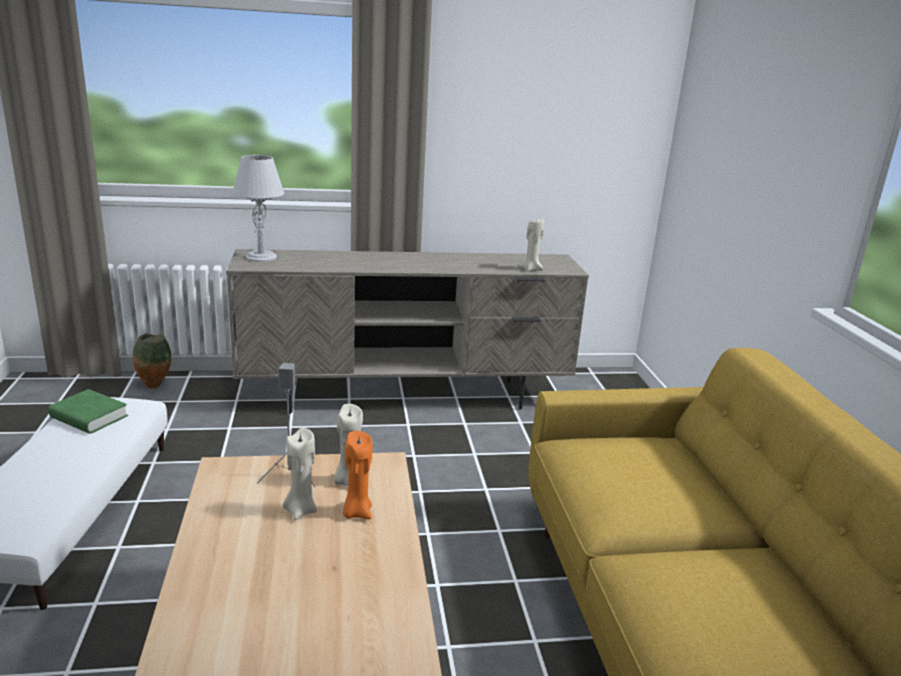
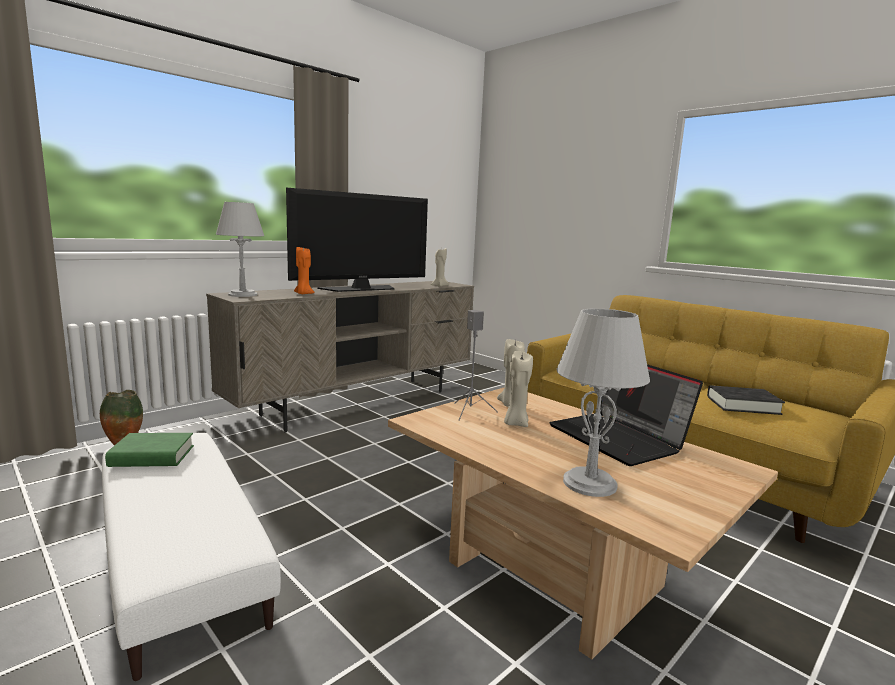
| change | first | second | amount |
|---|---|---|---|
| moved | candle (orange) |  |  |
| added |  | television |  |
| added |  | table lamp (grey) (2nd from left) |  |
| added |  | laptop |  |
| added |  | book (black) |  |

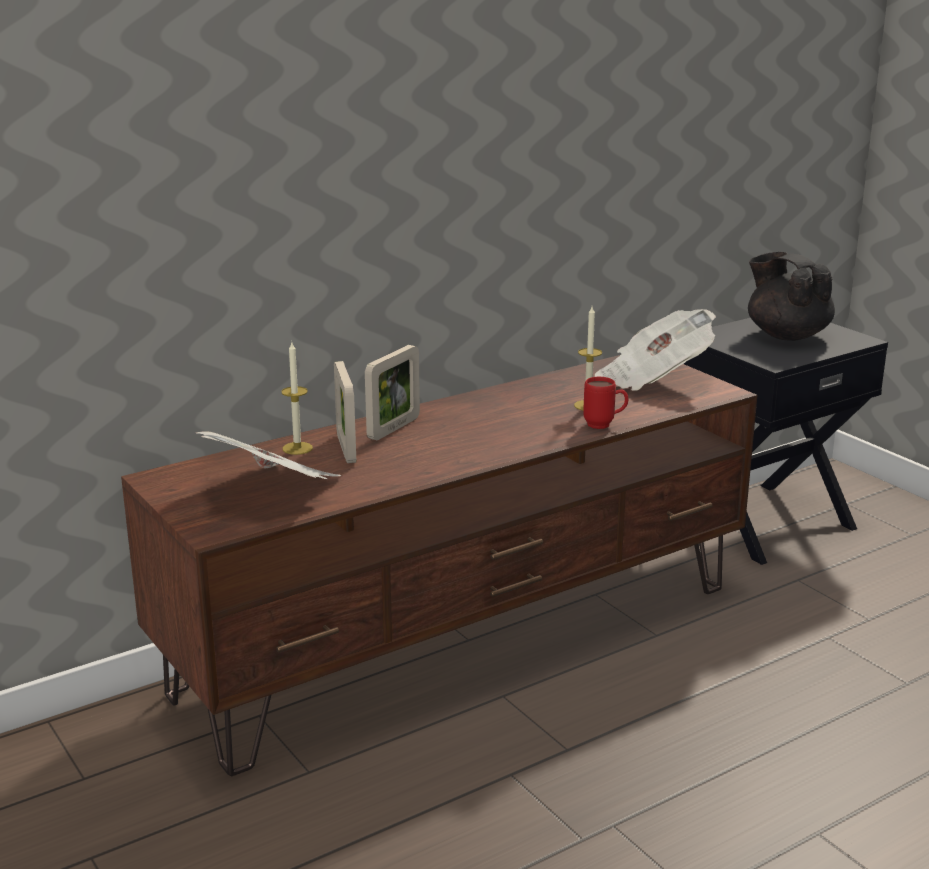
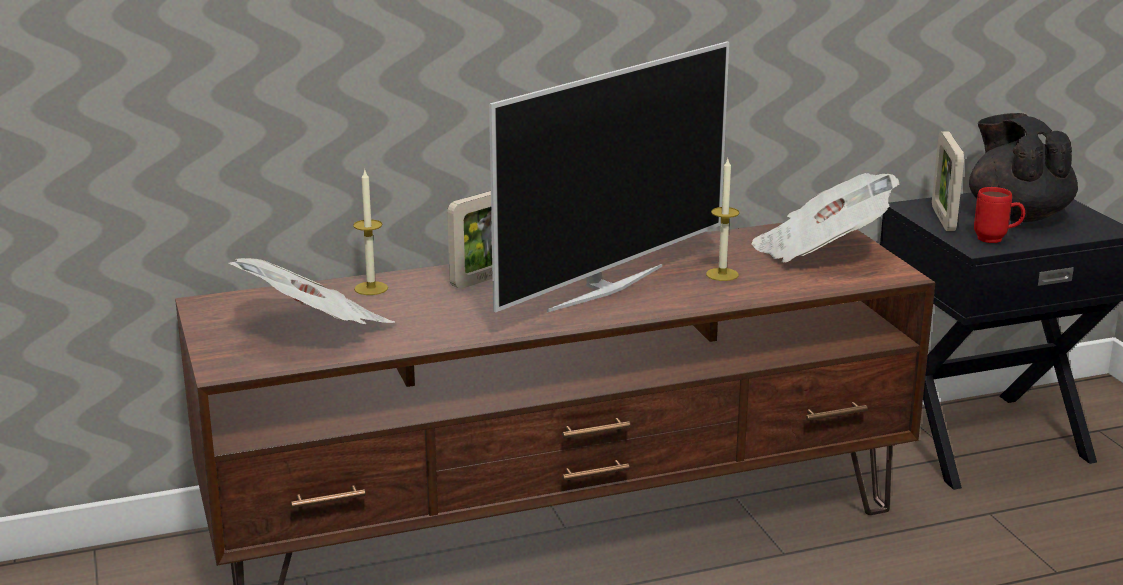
| change | first | second | amount |
|---|---|---|---|
| moved | picture frame (1st from left in the first image) | picture frame (2nd from left) |  |
| moved | mug (red) |  |  |
| added |  | television |  |

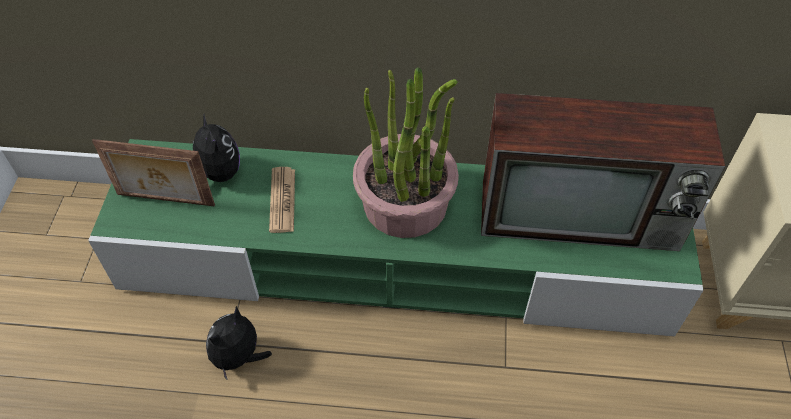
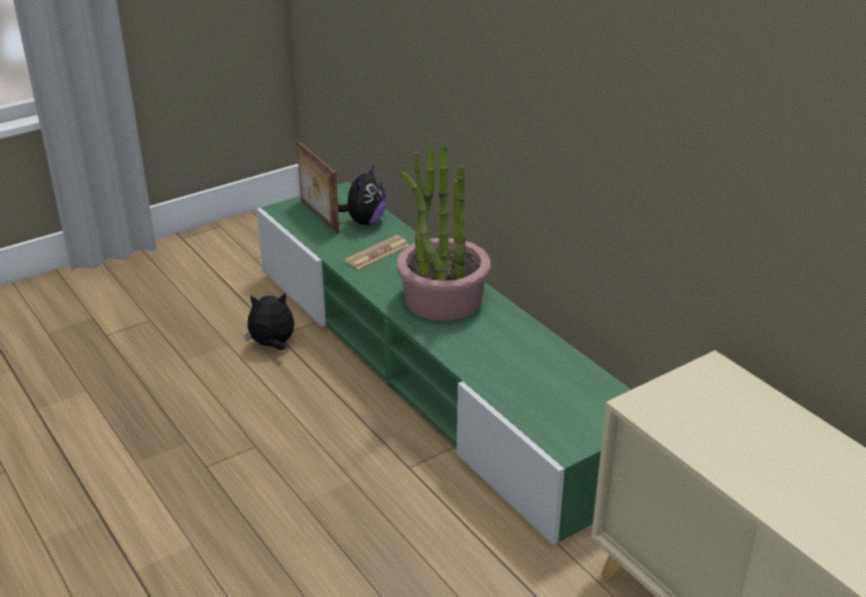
| change | first | second | amount |
|---|---|---|---|
| removed | television |  |  |

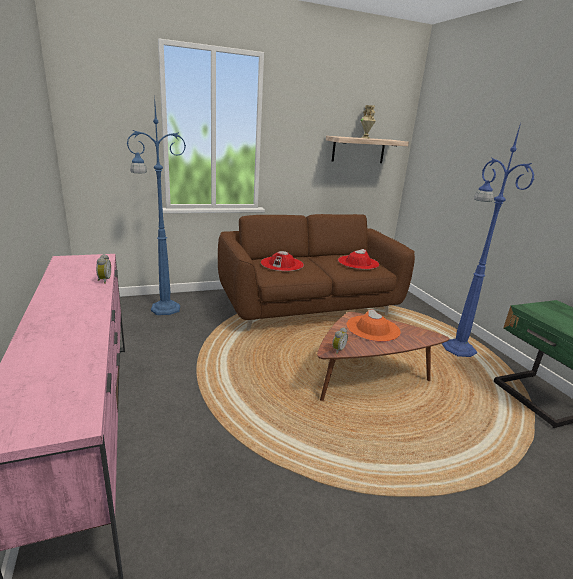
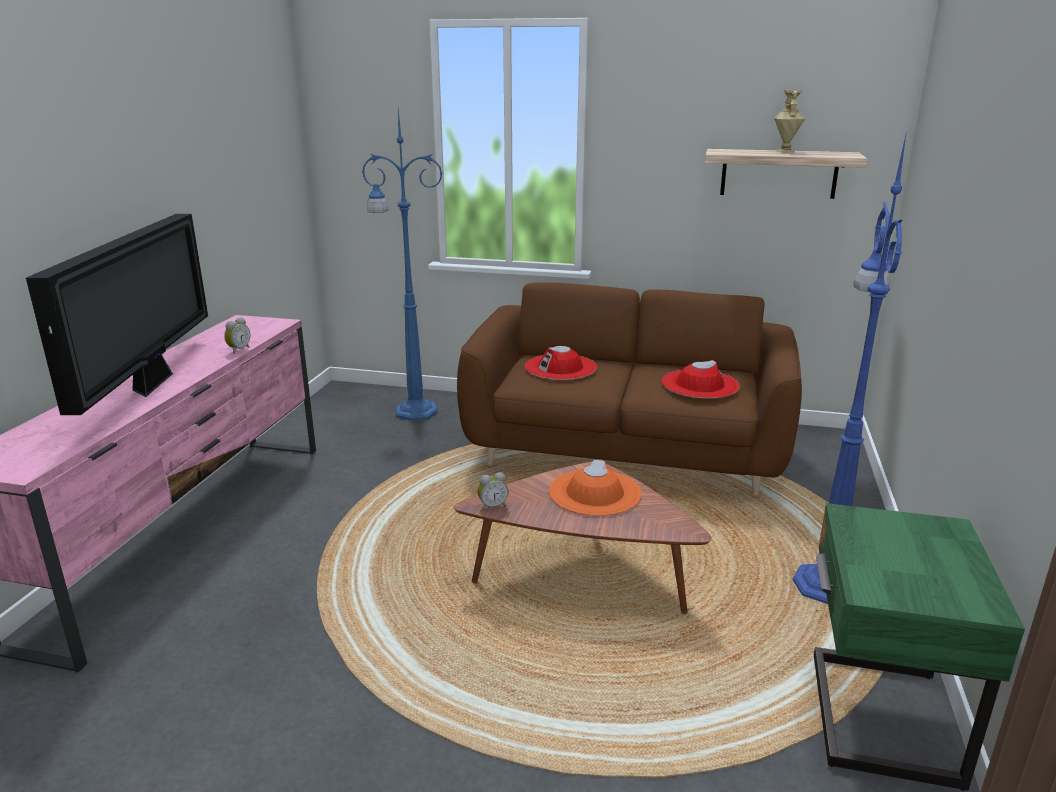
| change | first | second | amount |
|---|---|---|---|
| added |  | television |  |

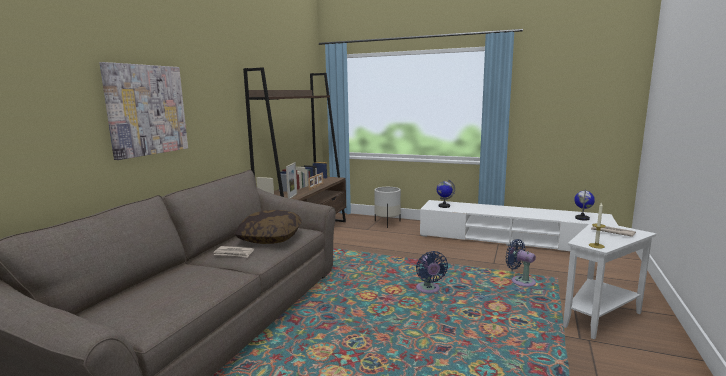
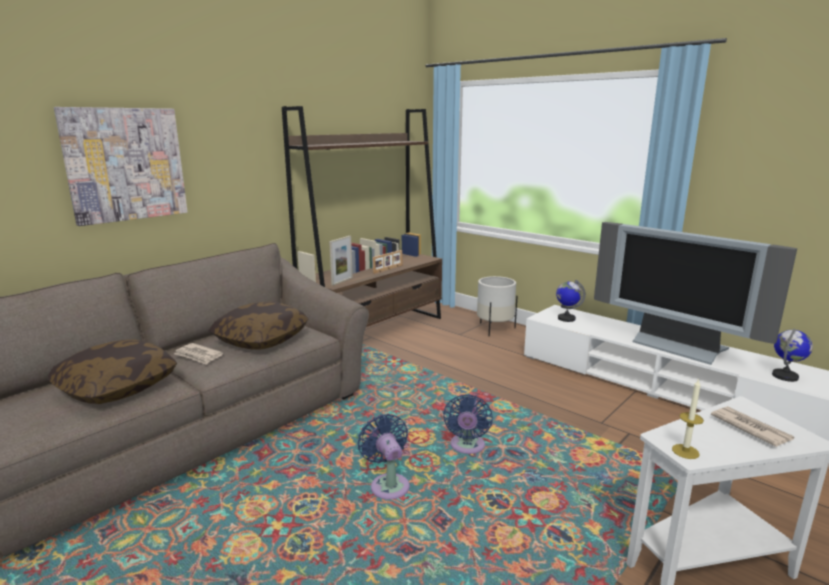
| change | first | second | amount |
|---|---|---|---|
| moved | fan (blue) (2nd from left in the first image) | fan (blue) (1st from left) |  |
| added |  | television |  |
| added |  | pillow (1st from left) |  |

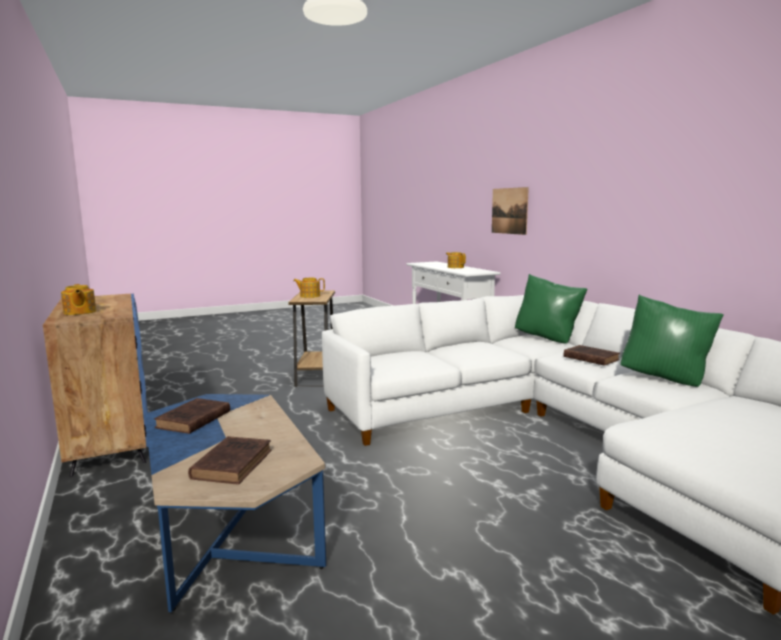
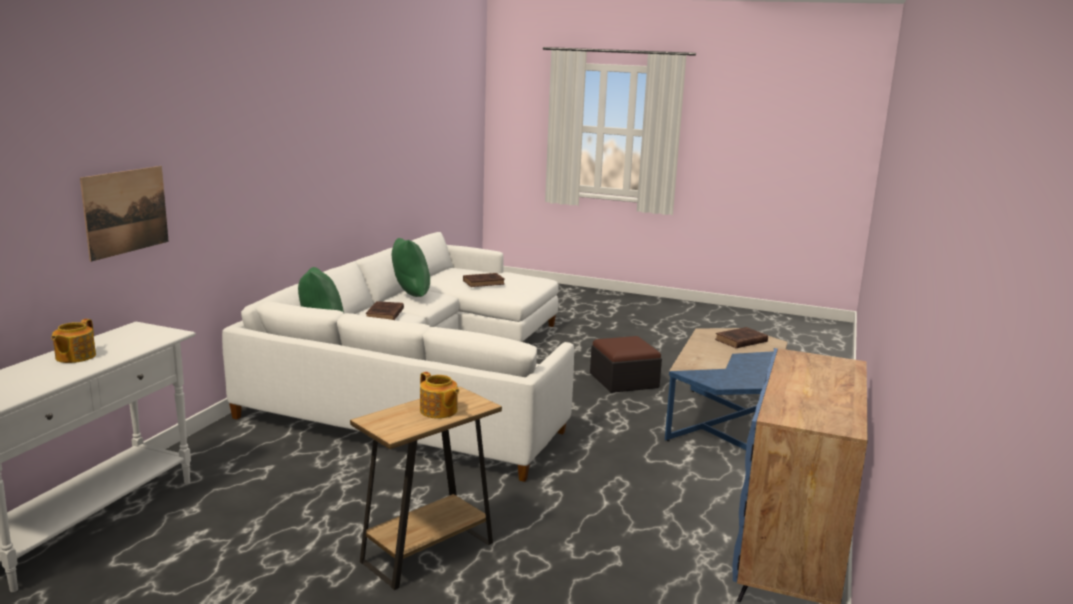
| change | first | second | amount |
|---|---|---|---|
| removed | teapot (1st from left) |  |  |
| moved | book (brown) (1st from left in the first image) | book (brown) (2nd from left) |  |
| added |  | ottoman |  |

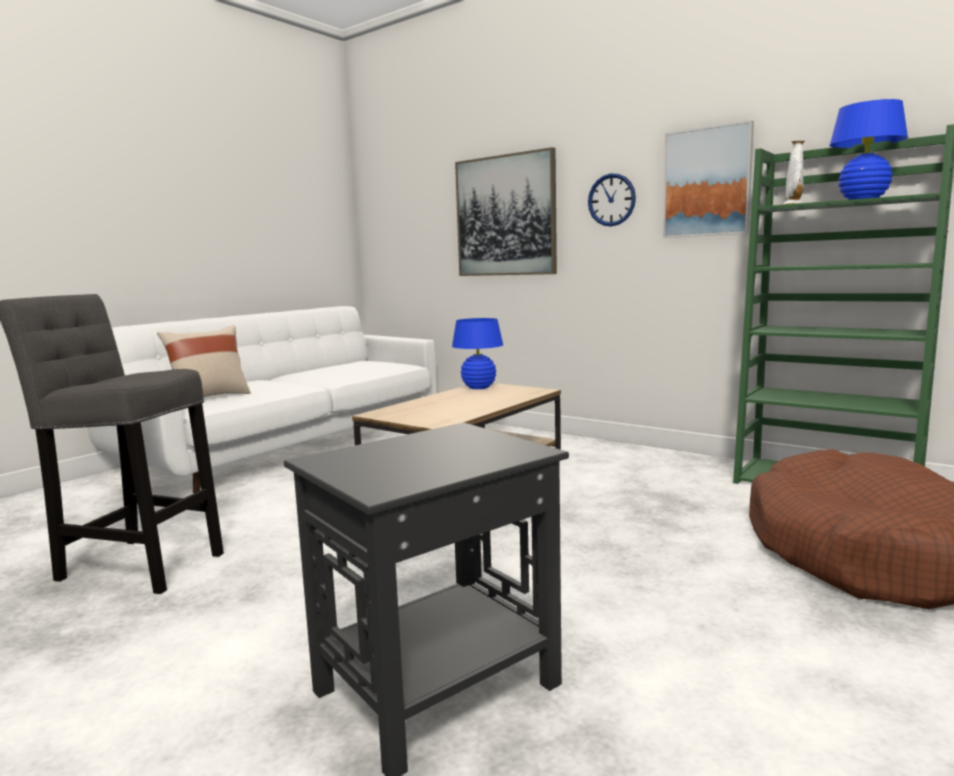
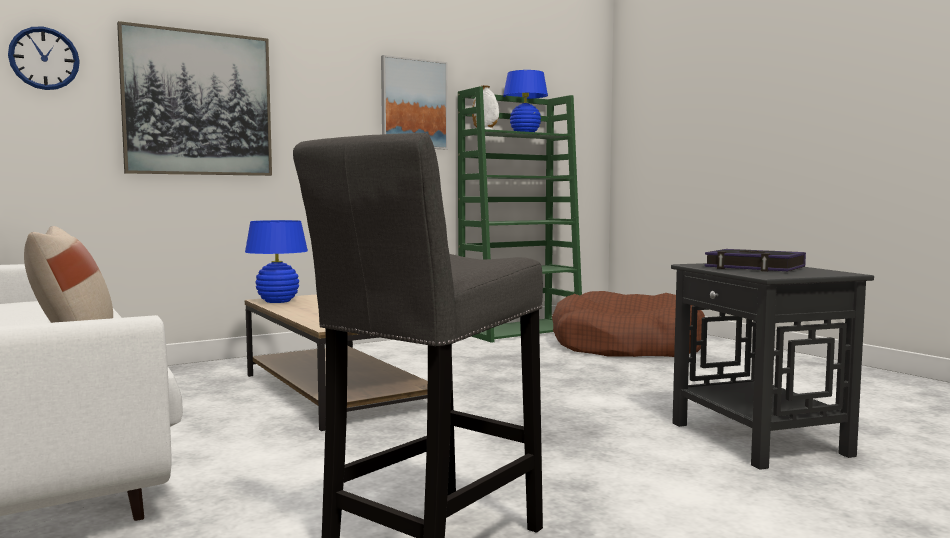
| change | first | second | amount |
|---|---|---|---|
| moved | wall clock |  |  |
| added |  | book |  |

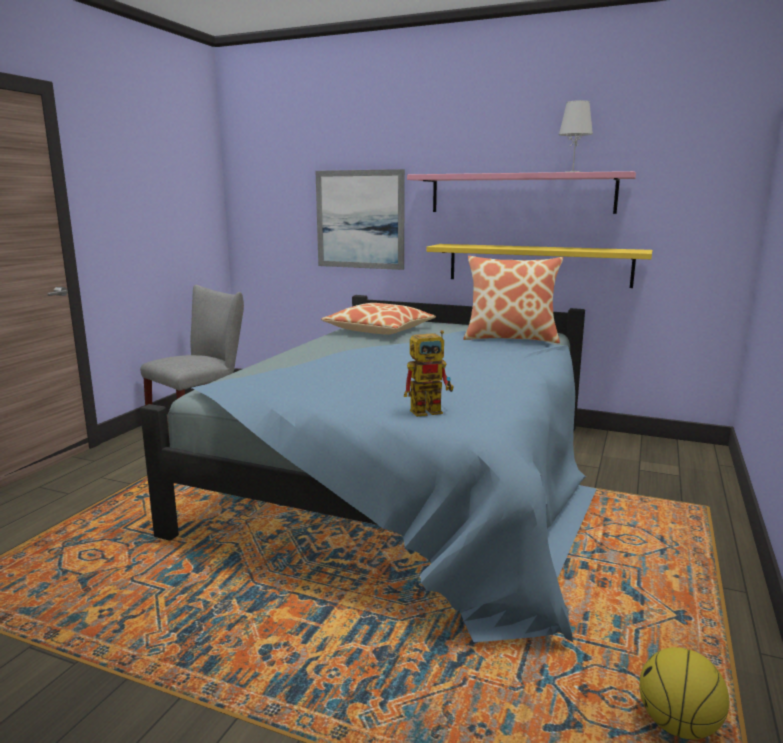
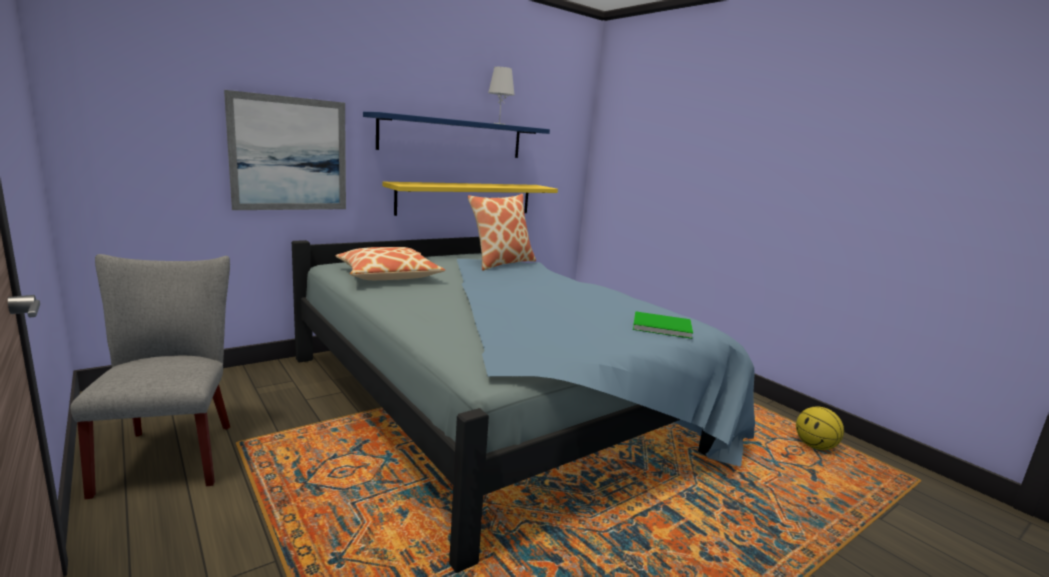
| change | first | second | amount |
|---|---|---|---|
| recoloured | shelf (pink) | shelf (blue) |  |
| replaced | toy robot | book (green) |  |

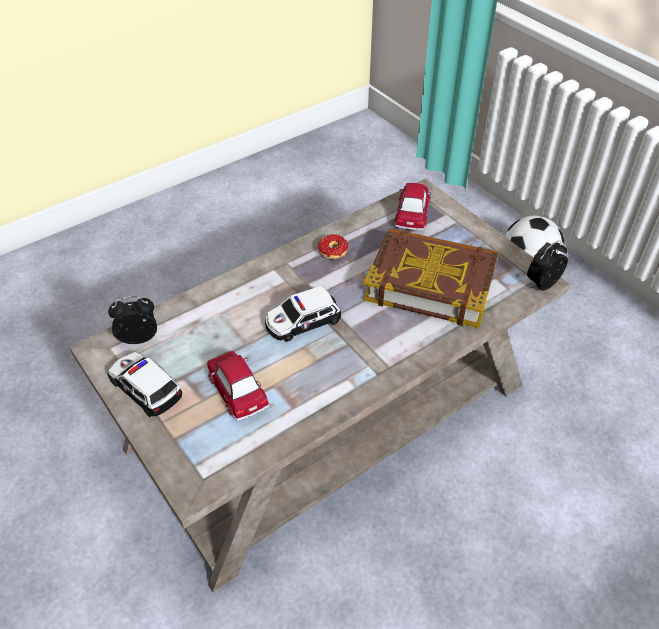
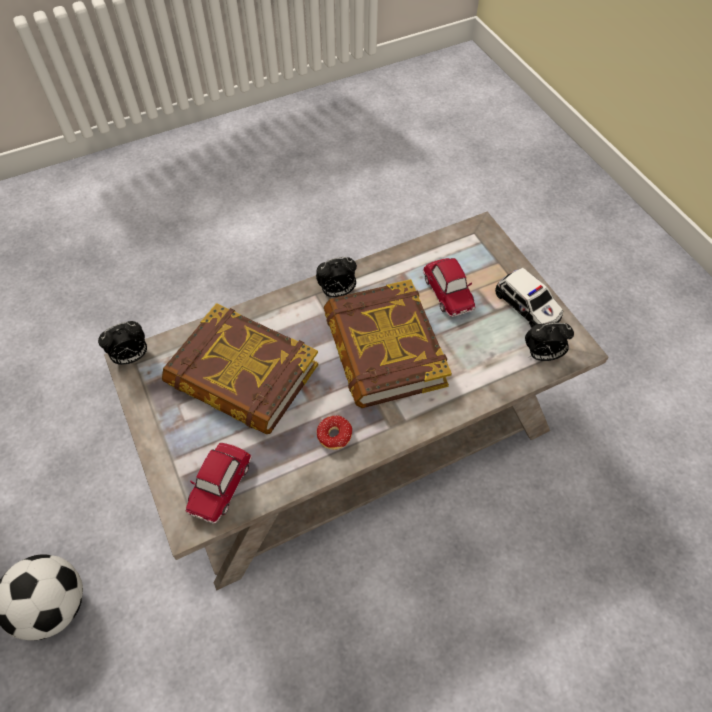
| change | first | second | amount |
|---|---|---|---|
| replaced | toy car (3rd from left) | book (2nd from left) |  |
| added |  | alarm clock (2nd from left) |  |

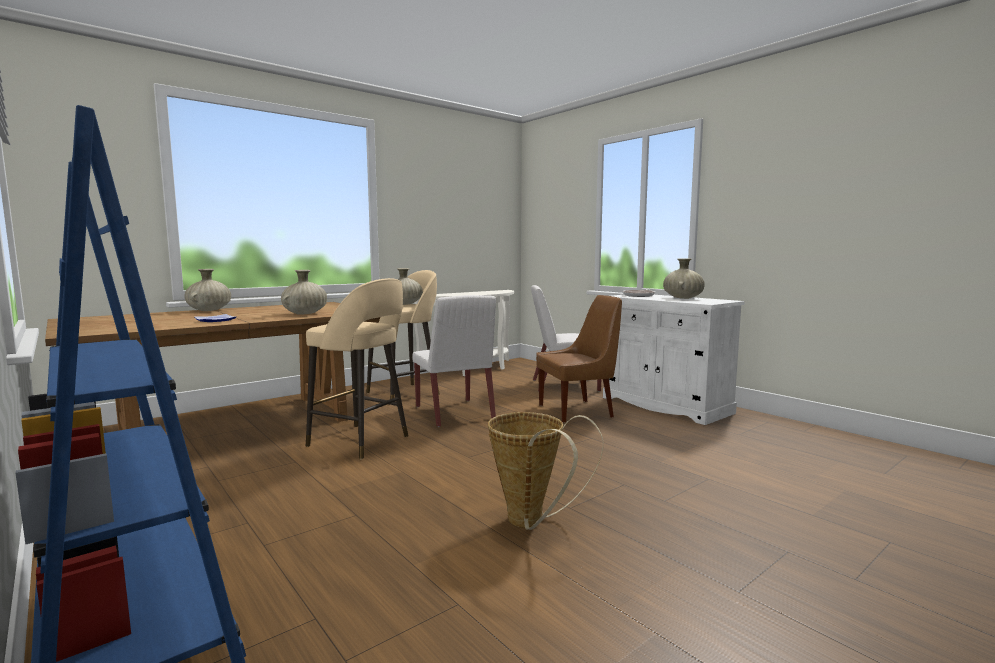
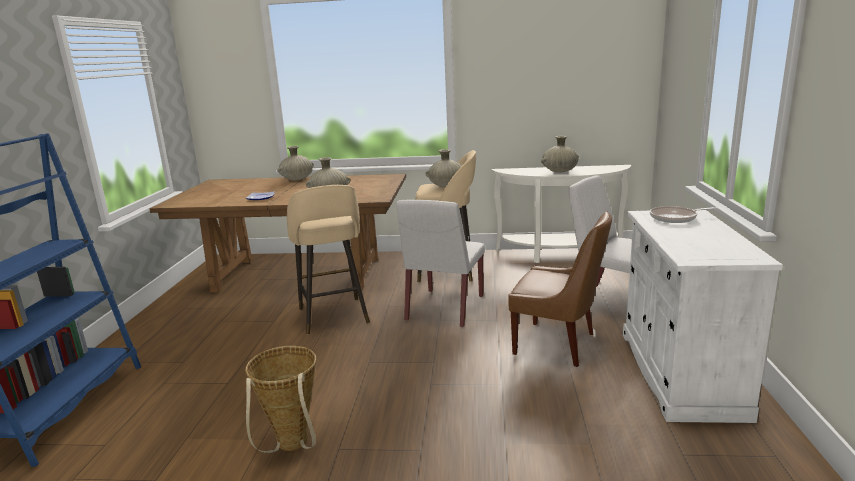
| change | first | second | amount |
|---|---|---|---|
| moved | vase (beige) (4th from left) |  |  |

